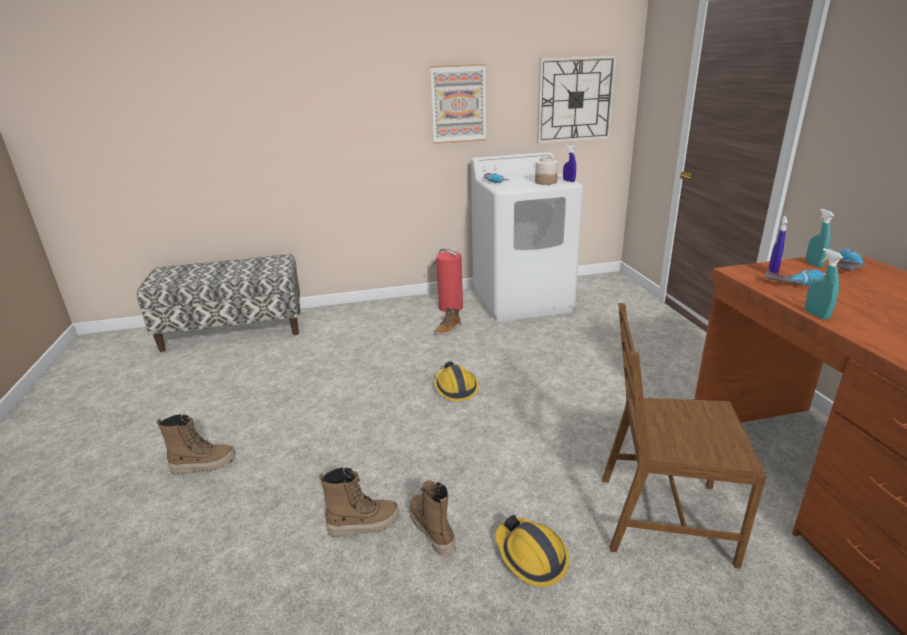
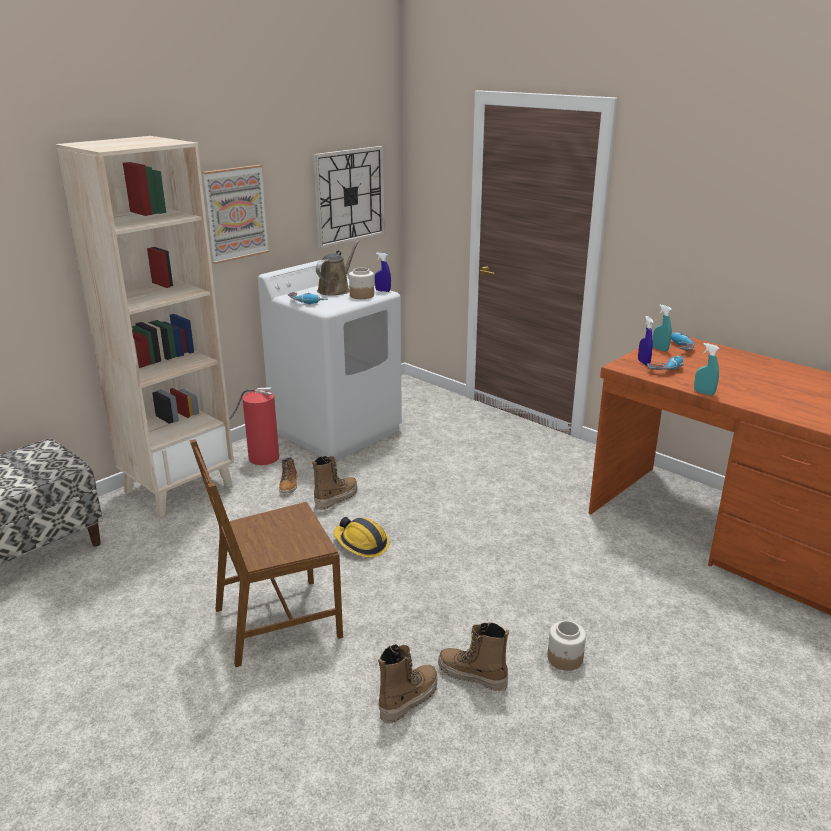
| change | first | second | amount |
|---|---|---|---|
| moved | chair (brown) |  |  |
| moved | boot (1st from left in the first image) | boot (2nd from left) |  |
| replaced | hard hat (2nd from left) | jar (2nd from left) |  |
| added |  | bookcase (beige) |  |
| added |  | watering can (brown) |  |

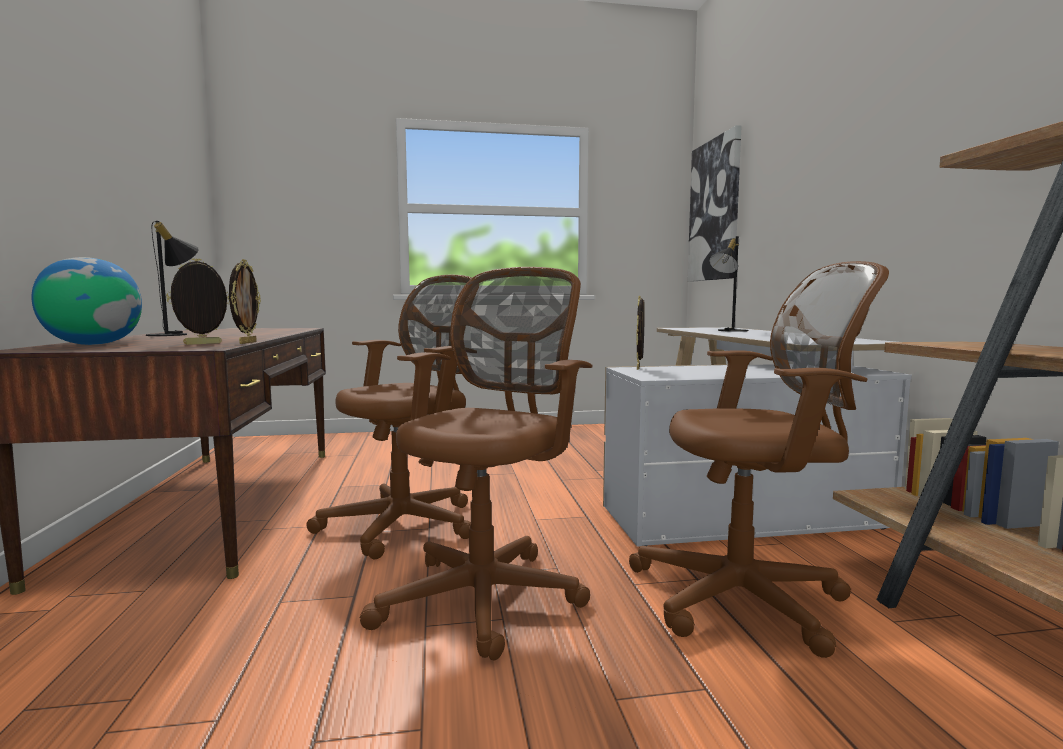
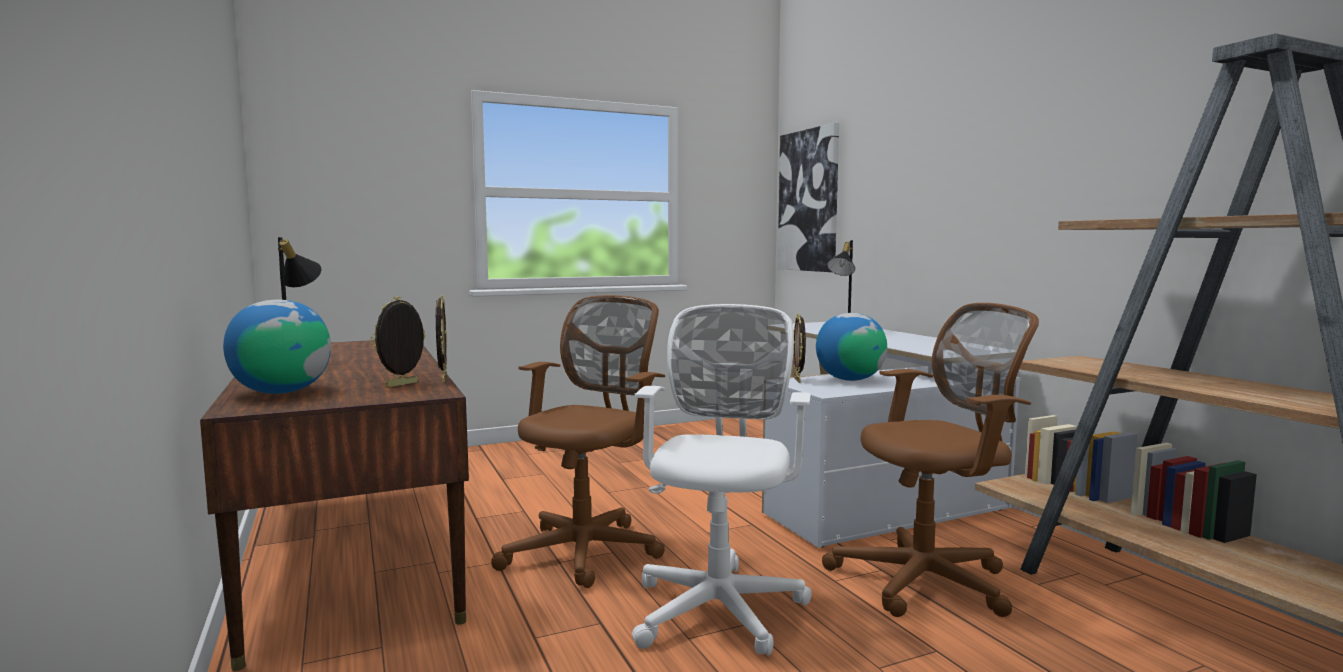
| change | first | second | amount |
|---|---|---|---|
| recoloured | office chair (brown) (2nd from left) | office chair (white) |  |
| added |  | globe (2nd from left) |  |

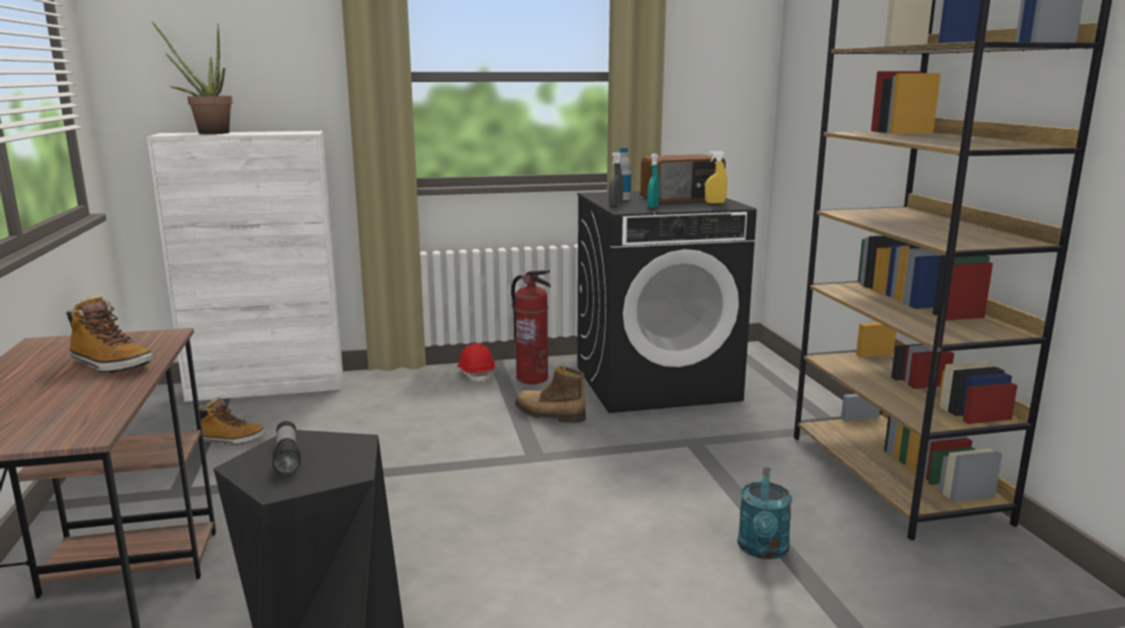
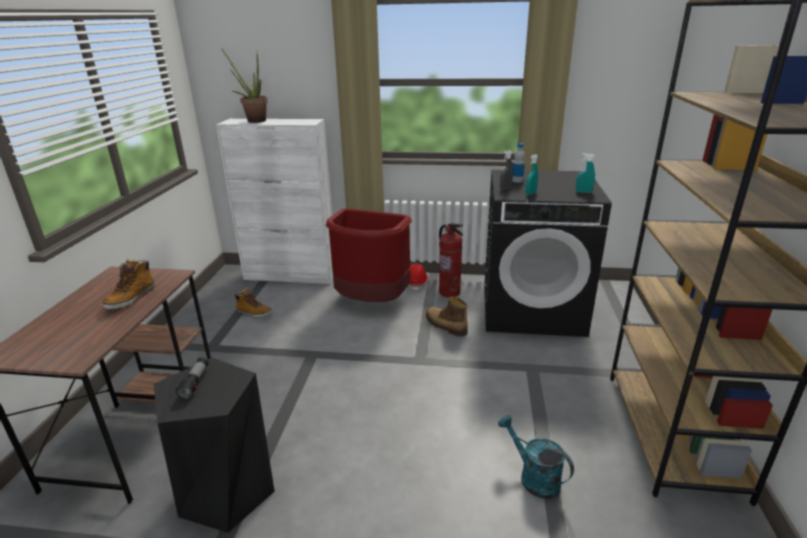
| change | first | second | amount |
|---|---|---|---|
| recoloured | spray bottle (yellow) | spray bottle (turquoise) (2nd from left) |  |
| removed | radio |  |  |
| turned | boot (1st from left) |  | 60 degrees clockwise |
| turned | watering can (turquoise) |  | 105 degrees clockwise |
| added |  | trash can (red) |  |

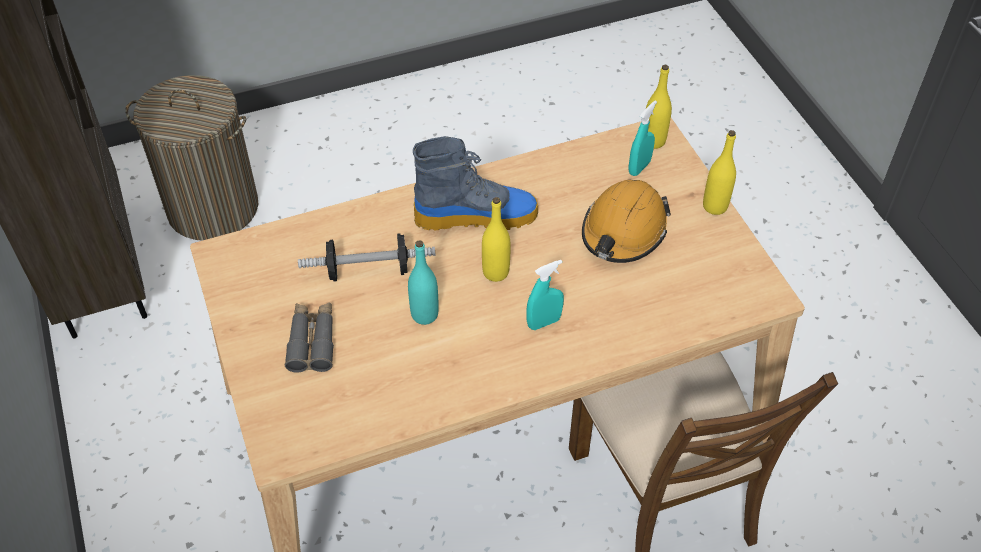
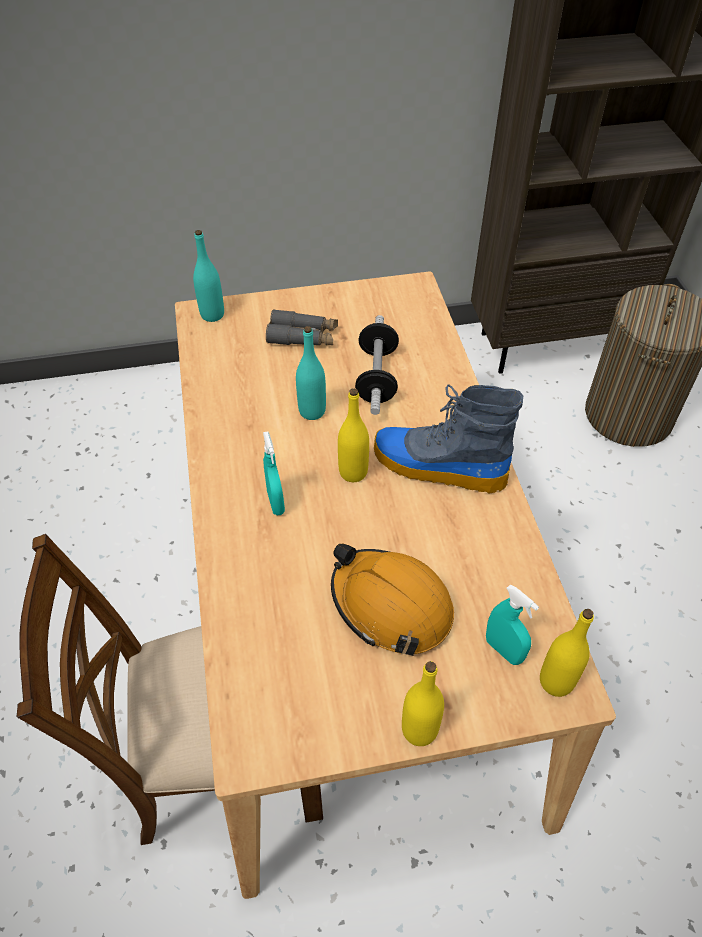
| change | first | second | amount |
|---|---|---|---|
| turned | boot |  | 105 degrees clockwise |
| added |  | bottle (turquoise) (1st from left) |  |

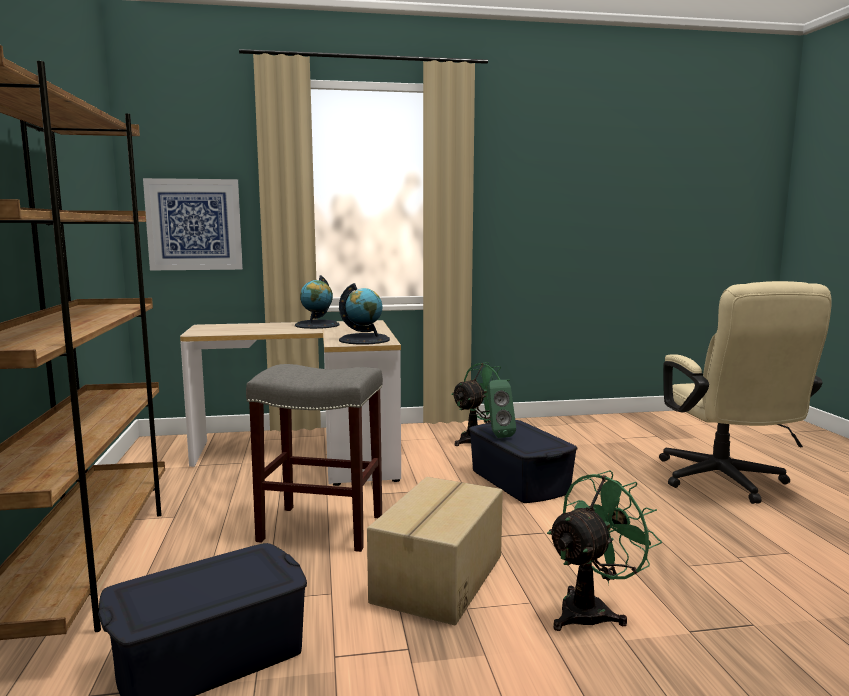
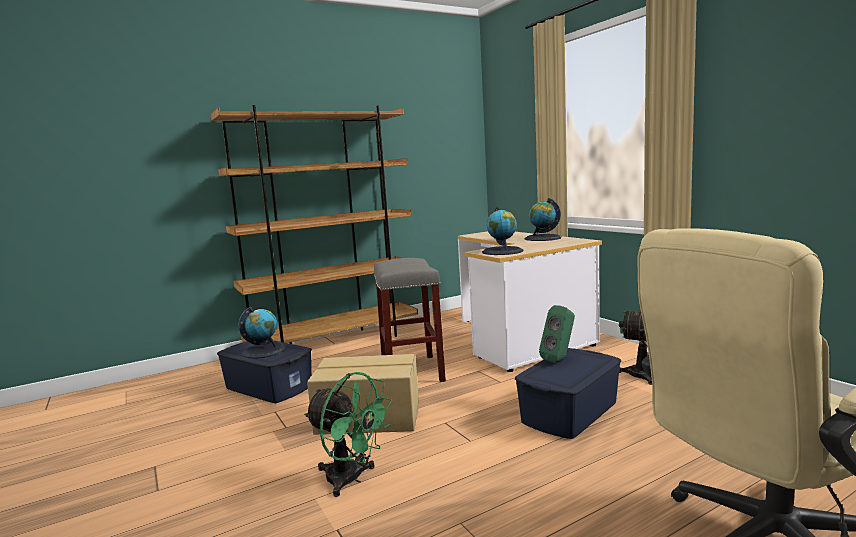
| change | first | second | amount |
|---|---|---|---|
| removed | picture |  |  |
| added |  | globe (1st from left) |  |

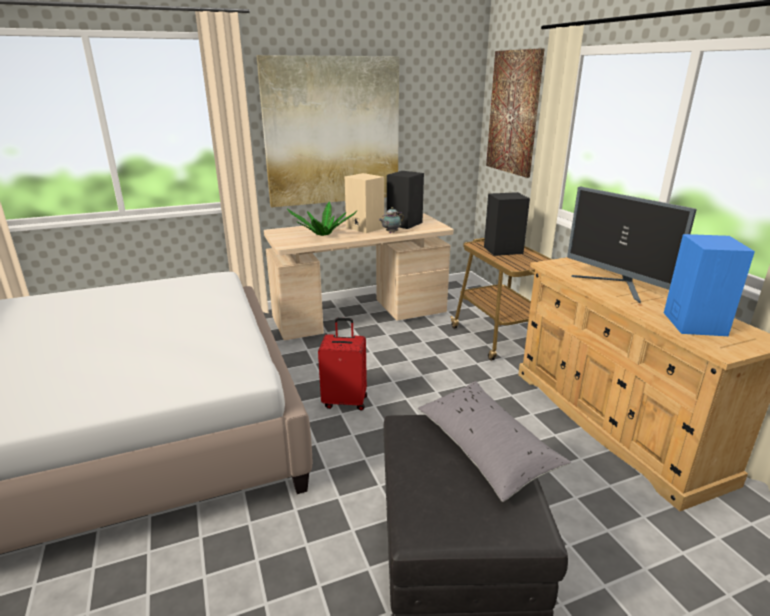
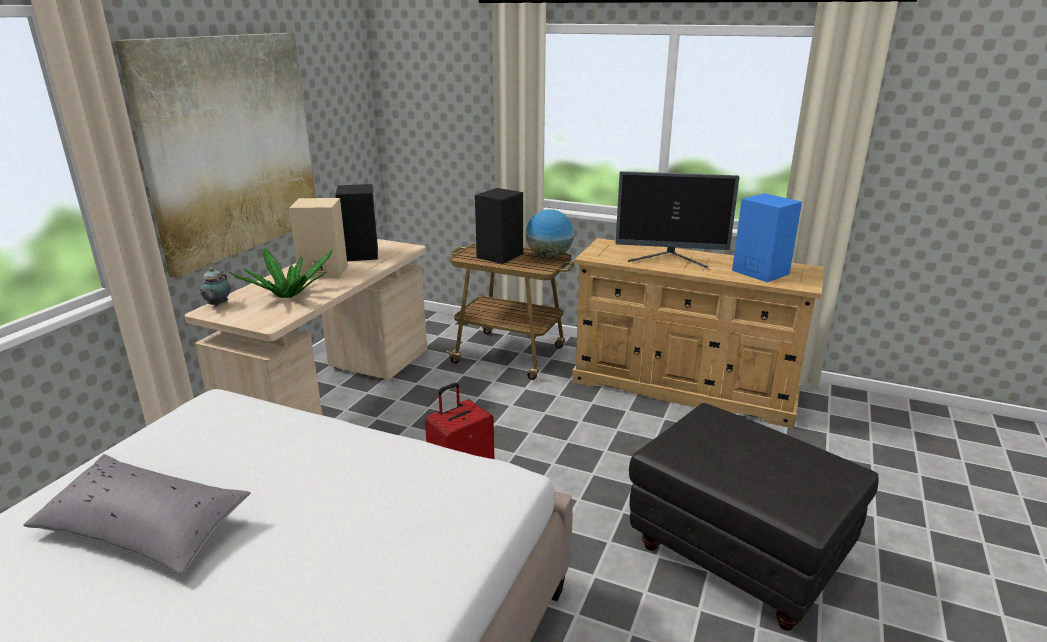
| change | first | second | amount |
|---|---|---|---|
| removed | picture (2nd from left) |  |  |
| moved | teapot |  |  |
| moved | pillow (grey) |  |  |
| added |  | globe |  |

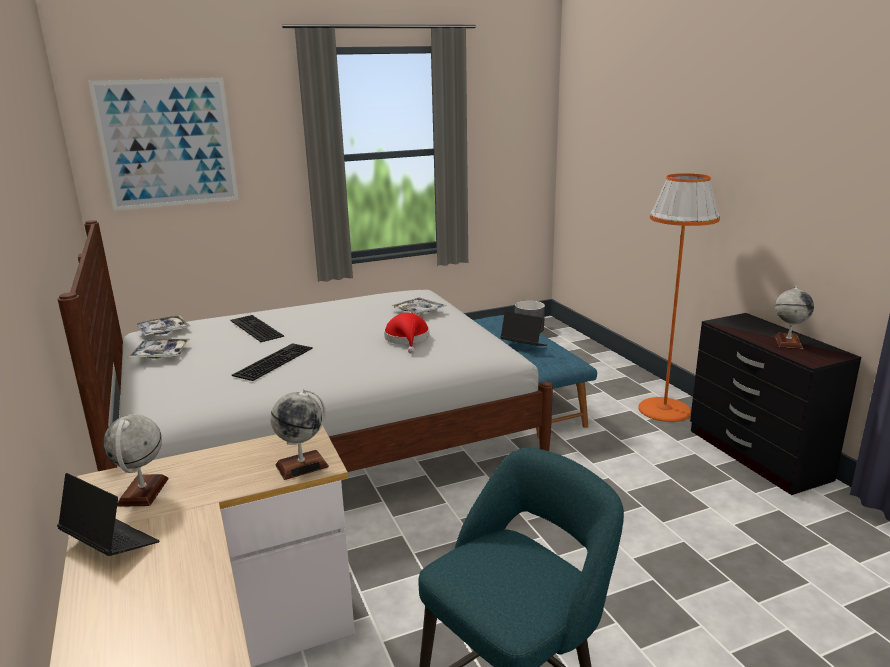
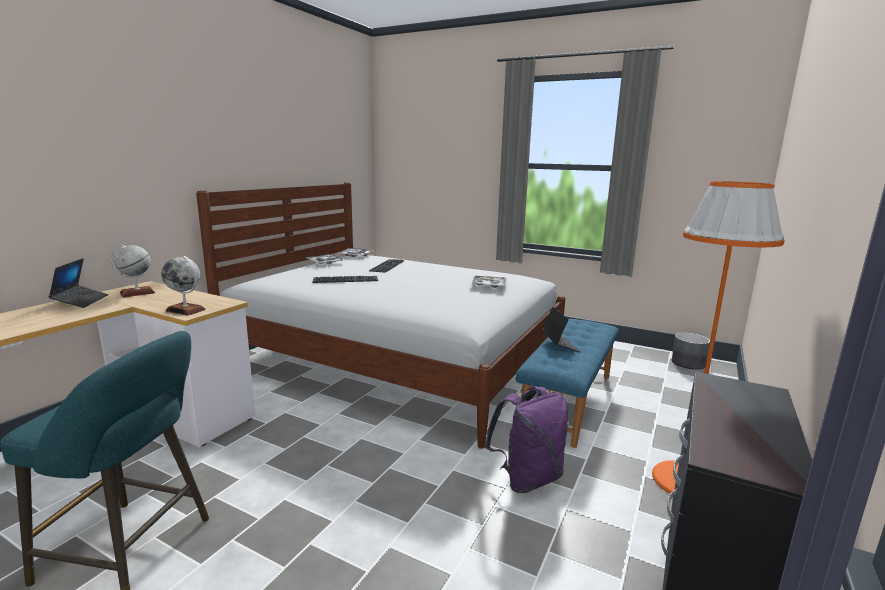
| change | first | second | amount |
|---|---|---|---|
| removed | picture |  |  |
| removed | globe (3rd from left) |  |  |
| removed | hat (red) |  |  |
| added |  | backpack (purple) |  |

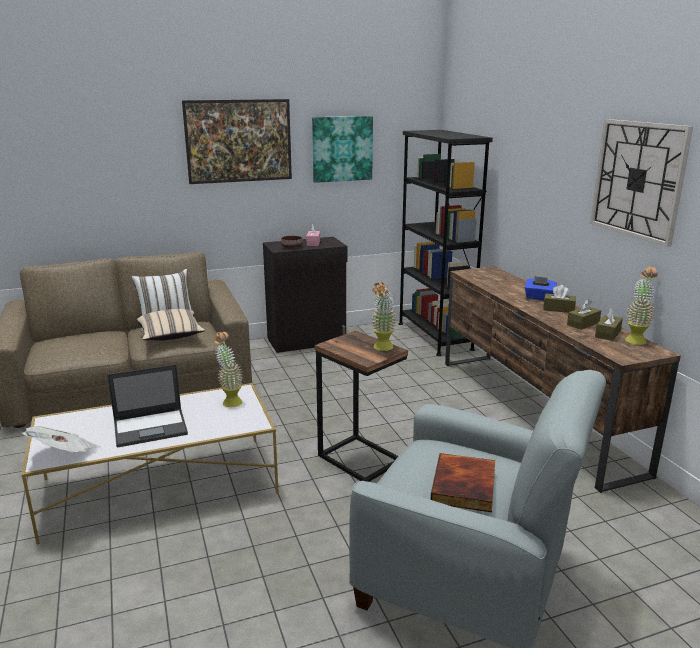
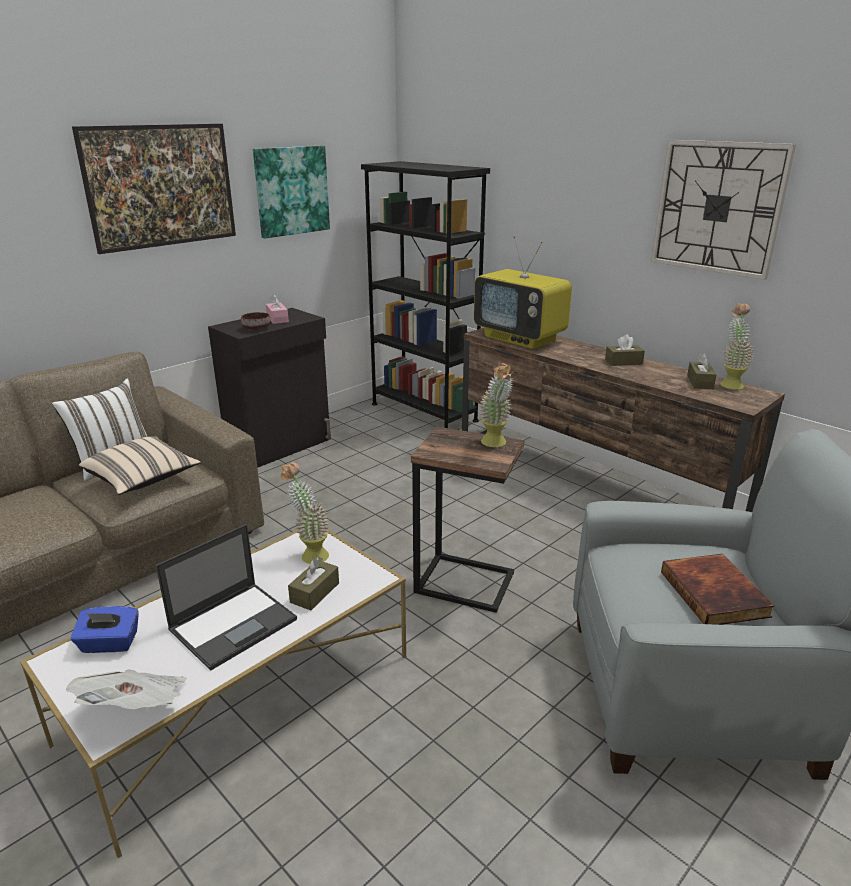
| change | first | second | amount |
|---|---|---|---|
| moved | tissue box (blue) |  |  |
| moved | tissue box (brown) (2nd from left in the first image) | tissue box (brown) (1st from left) |  |
| added |  | television |  |

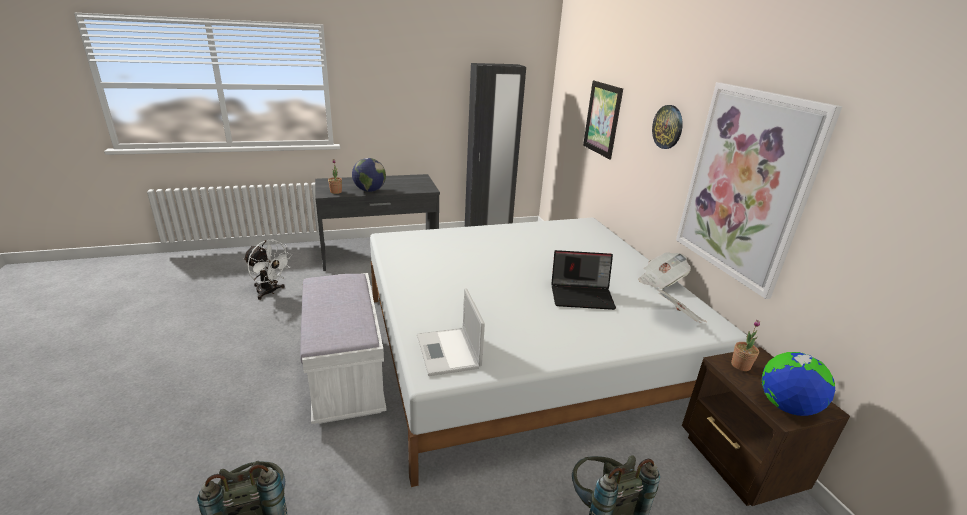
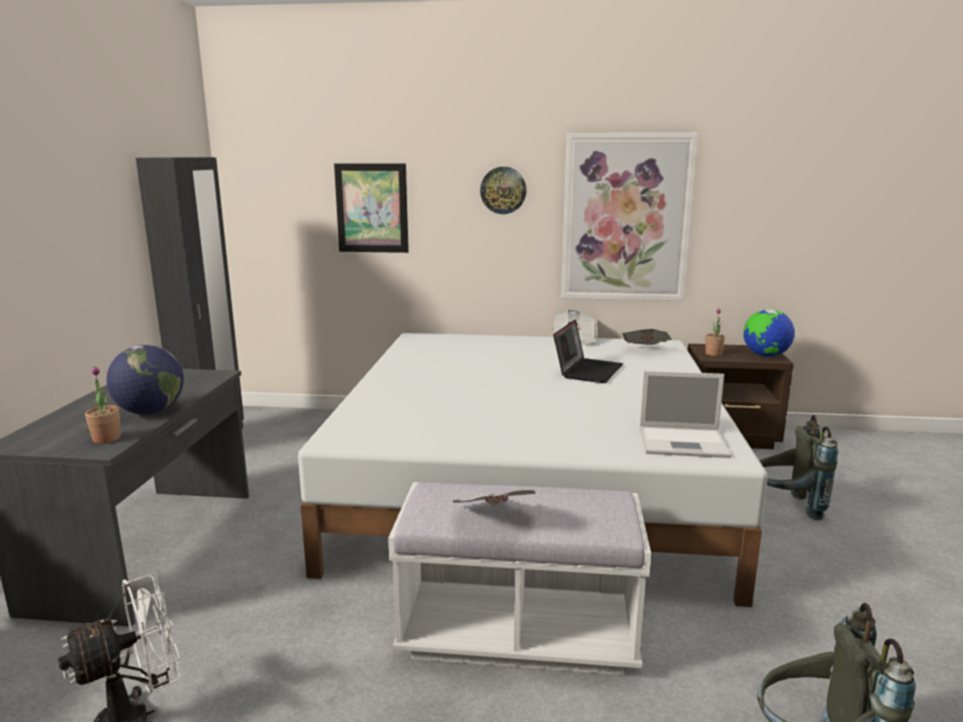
| change | first | second | amount |
|---|---|---|---|
| added |  | newspaper (1st from left) |  |

